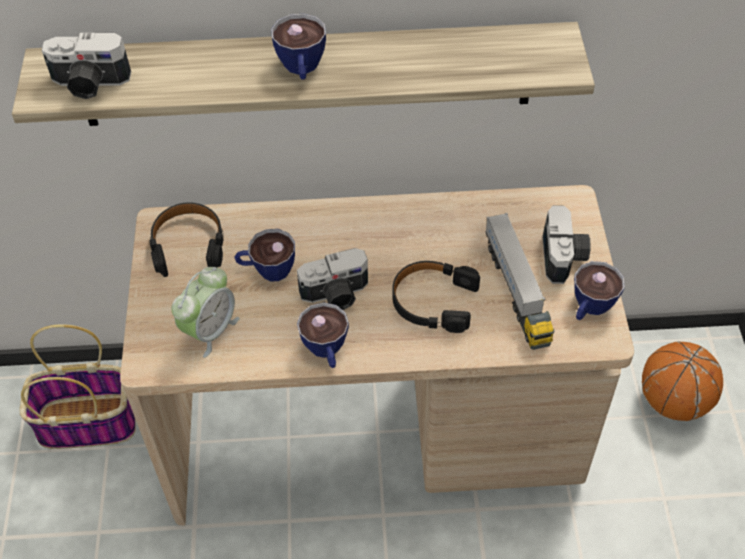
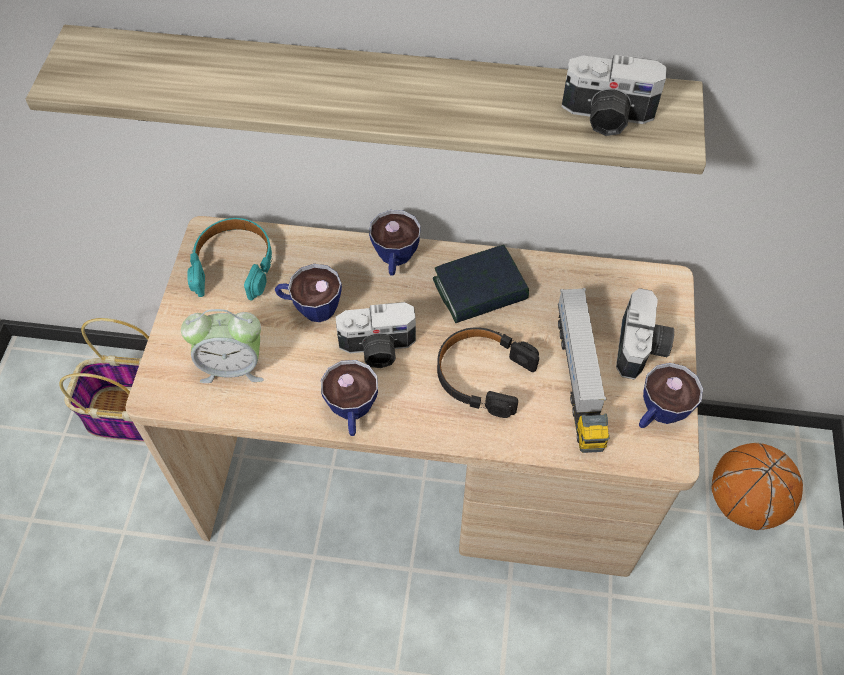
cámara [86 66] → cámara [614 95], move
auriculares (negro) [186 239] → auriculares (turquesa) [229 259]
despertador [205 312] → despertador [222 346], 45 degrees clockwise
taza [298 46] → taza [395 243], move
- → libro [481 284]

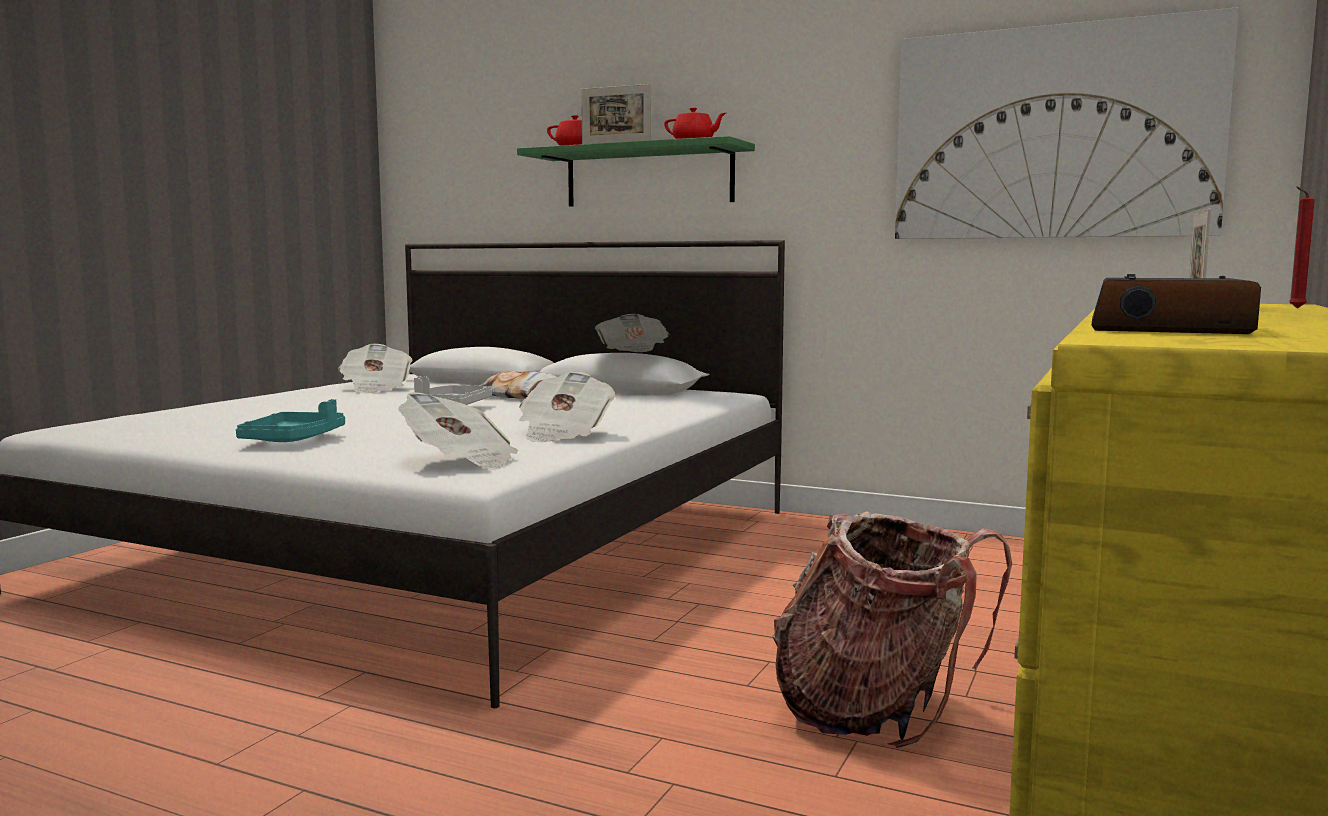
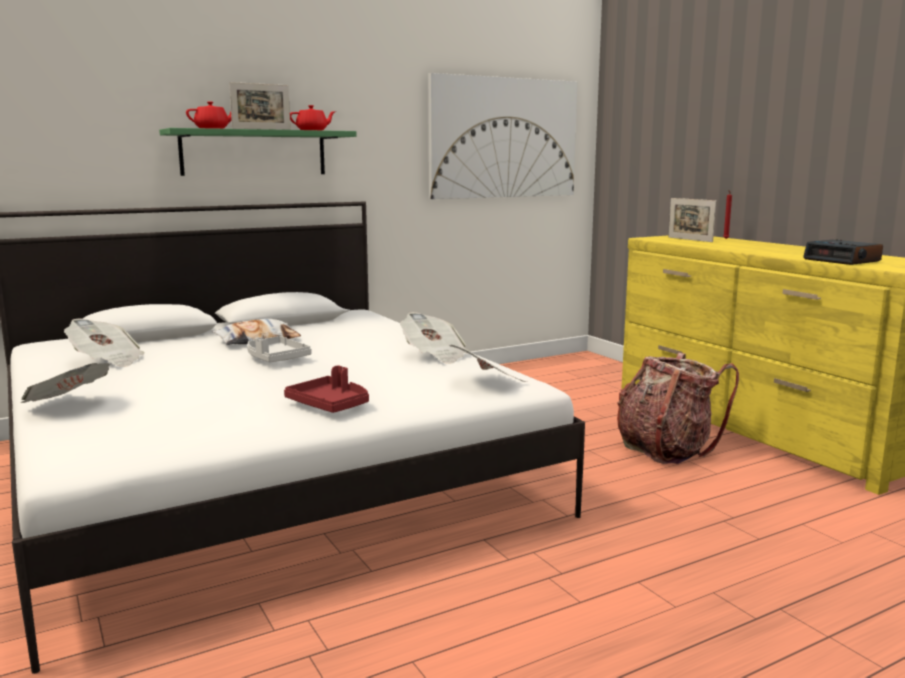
bandeja (turquesa) [290 420] → bandeja (rojo) [326 389]
periódico [632 333] → periódico [65 383], move

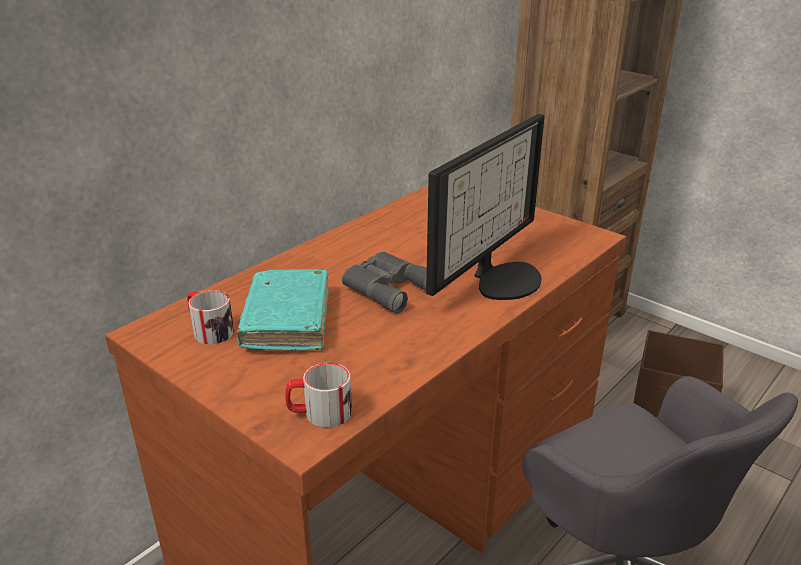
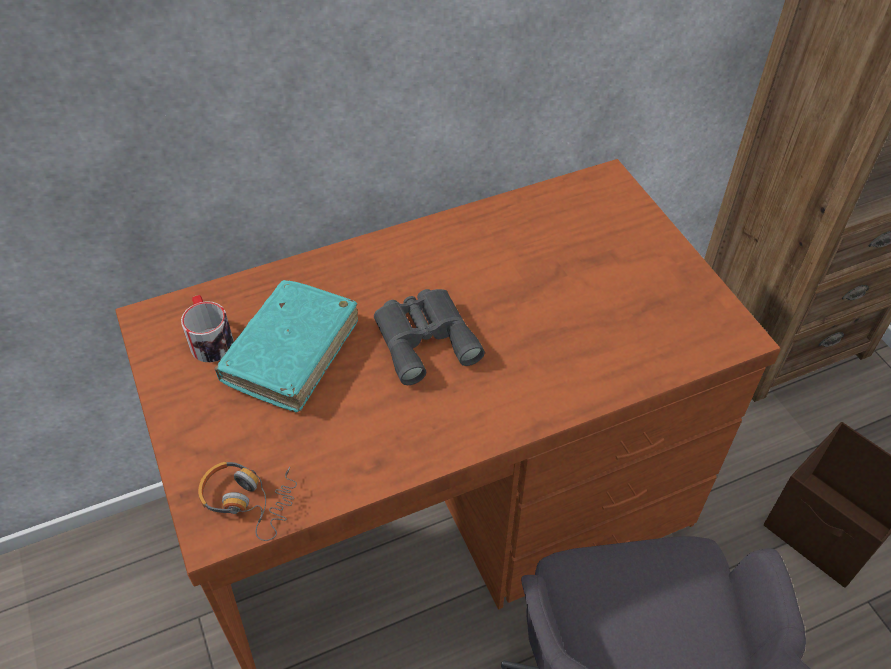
taza grande [318 395] → auriculares [247 501]
monitor [485 207] → -

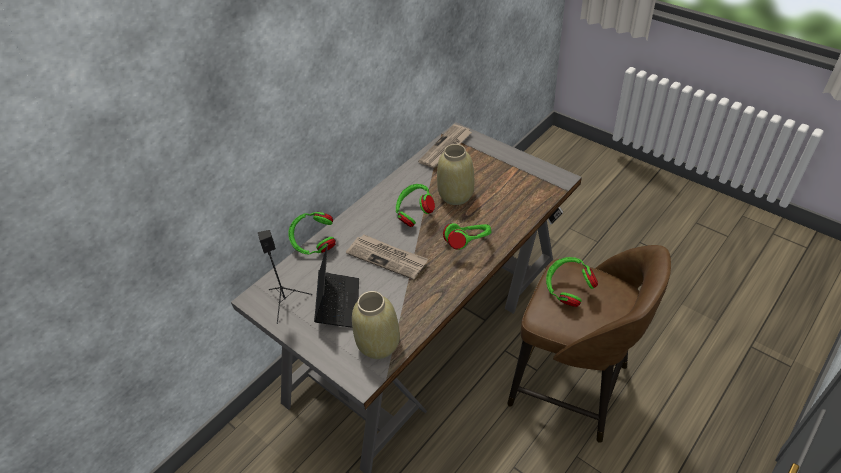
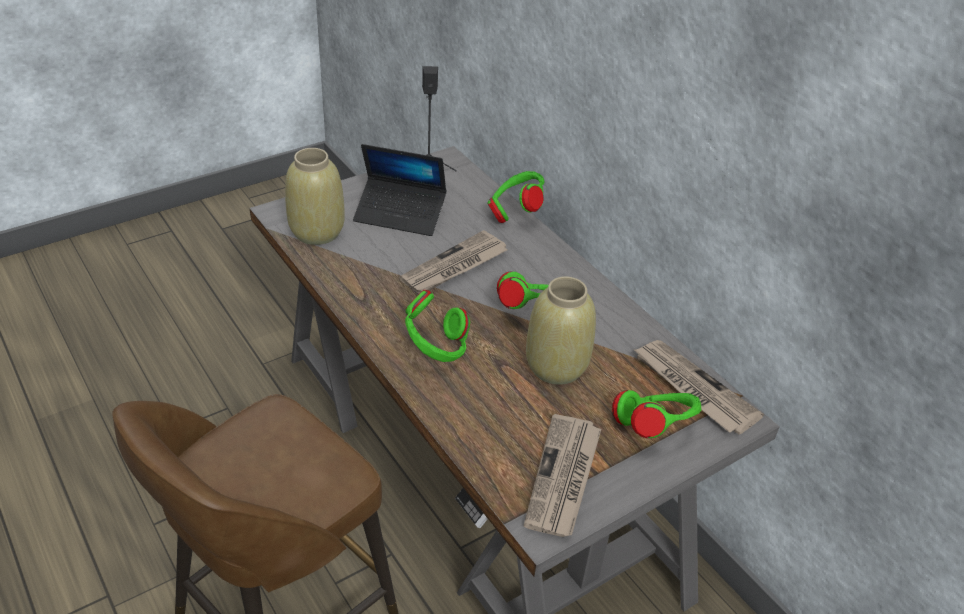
auriculares (verde) [572 282] → auriculares (verde) [657 414], move
- → periódico [562 475]

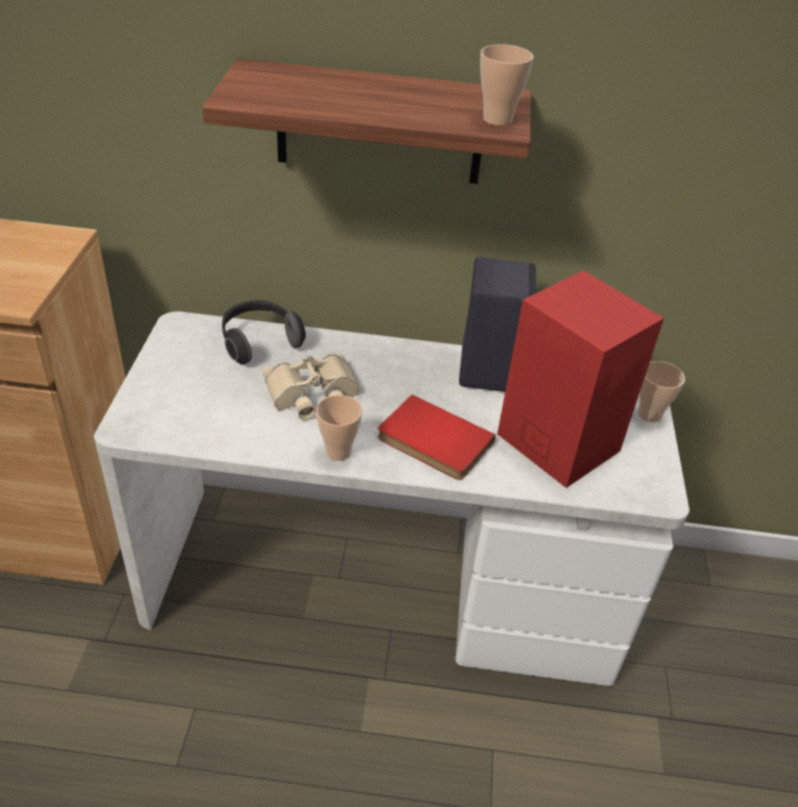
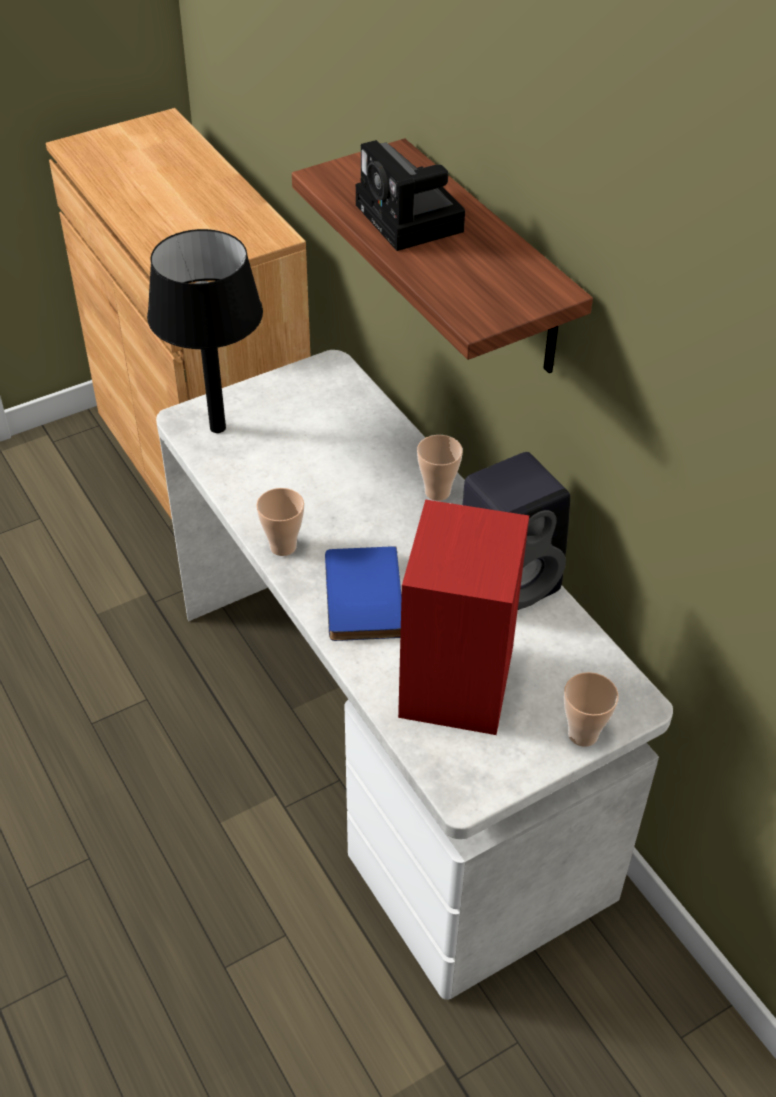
auriculares [264 332] → -
prismáticos (beis) [311 387] → -
libro (rojo) [437 437] → libro (azul) [363 593]
taza [507 85] → taza [440 468], move
- → lámpara de mesa (negro) [205 331]
- → cámara [410 195]

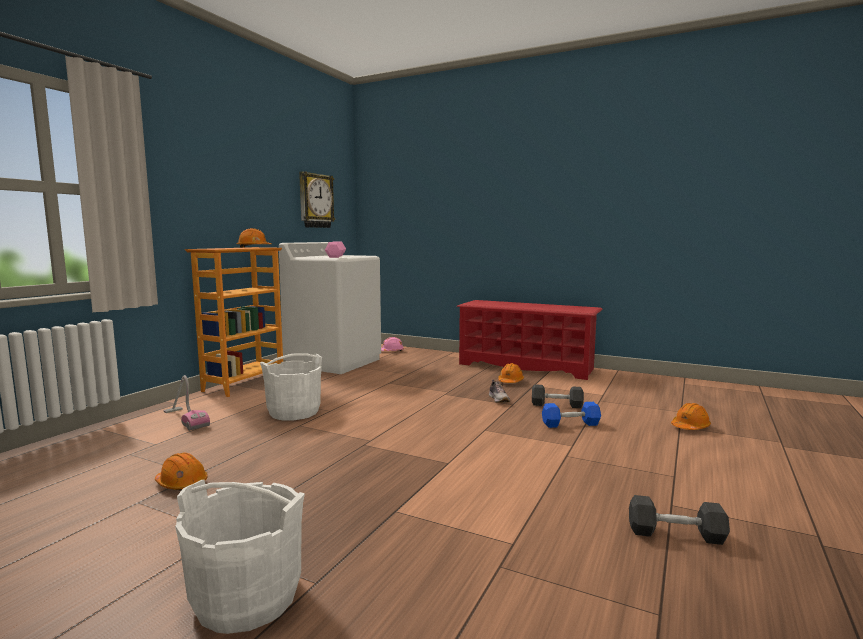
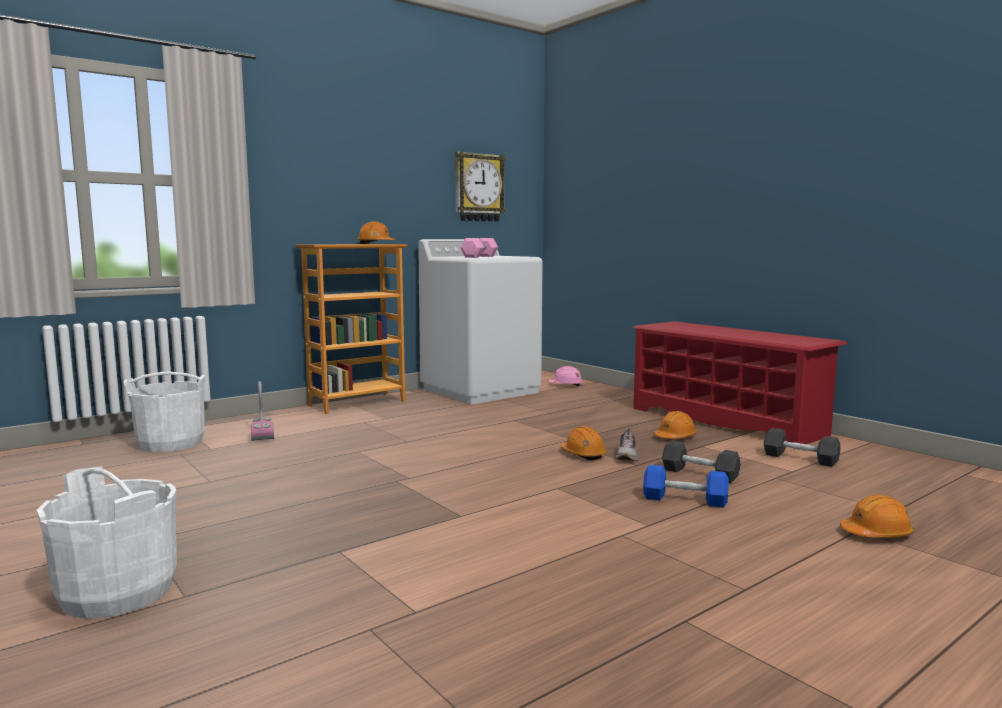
casco (naranja) [181 472] → casco (naranja) [584 443], move
cubo (blanco) [291 386] → cubo (blanco) [164 412], move
mancuerna (gris) [679 520] → mancuerna (gris) [802 447], move

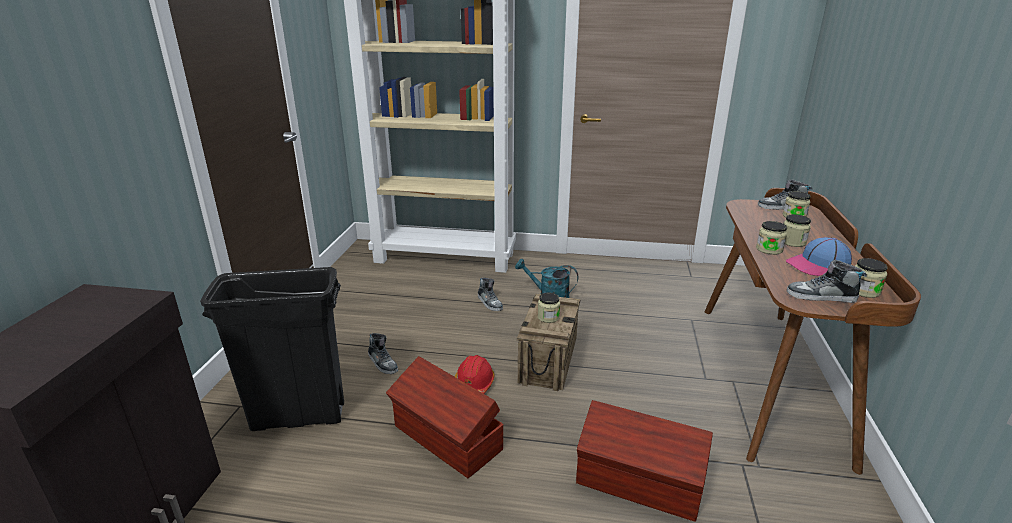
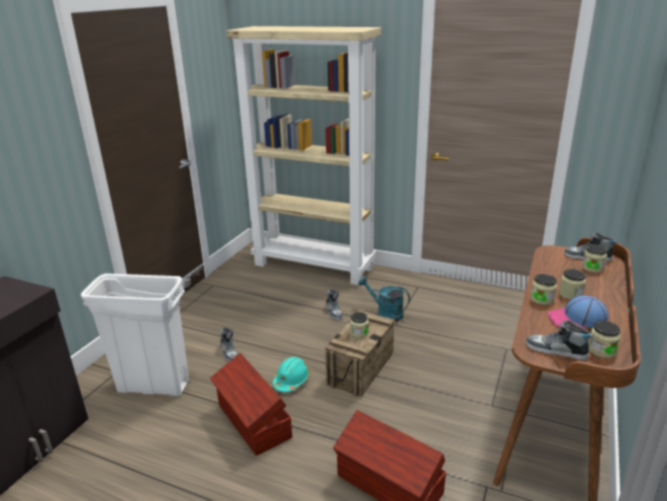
papelera (negro) [272 349] → papelera (blanco) [135 334]
casco (rojo) [475 374] → casco (turquesa) [291 374]

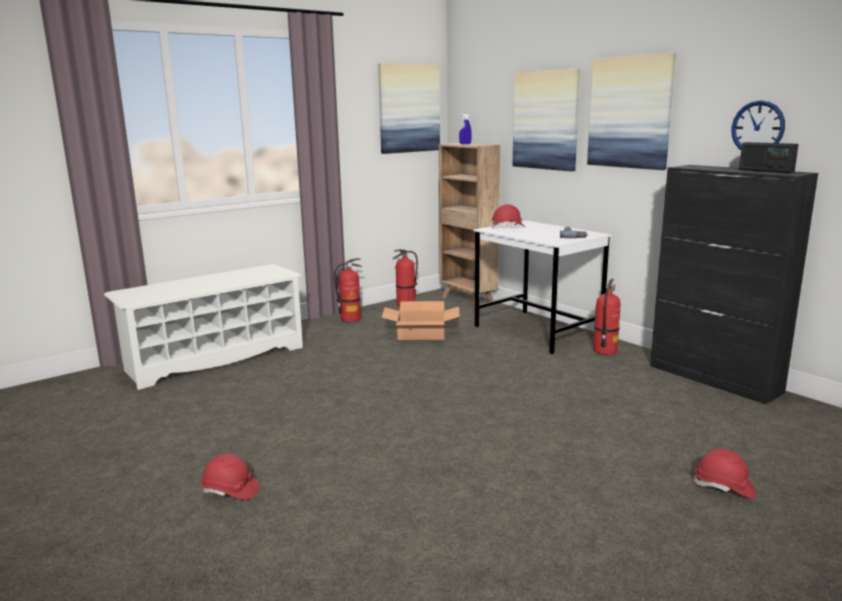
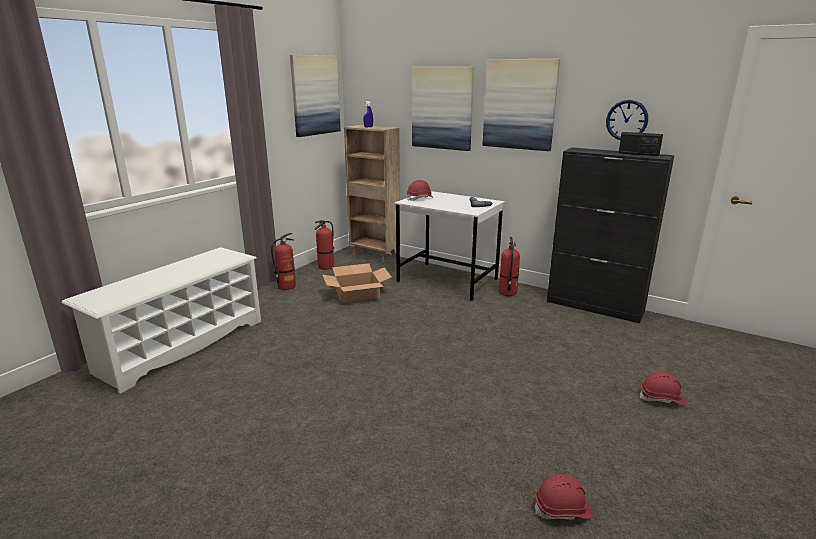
casco (rojo) [230 476] → casco (rojo) [564 497], move

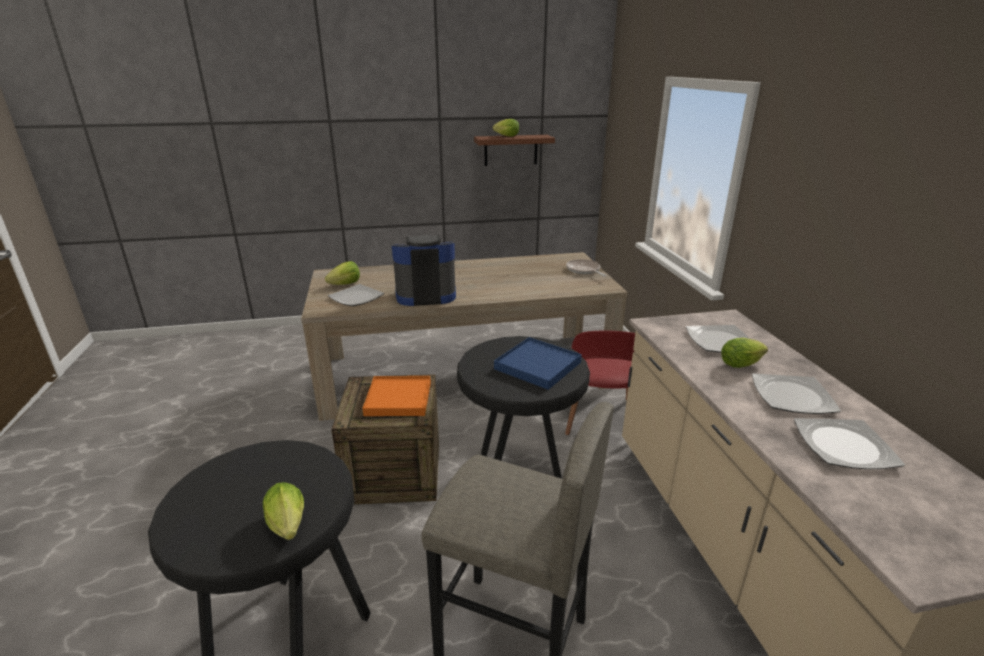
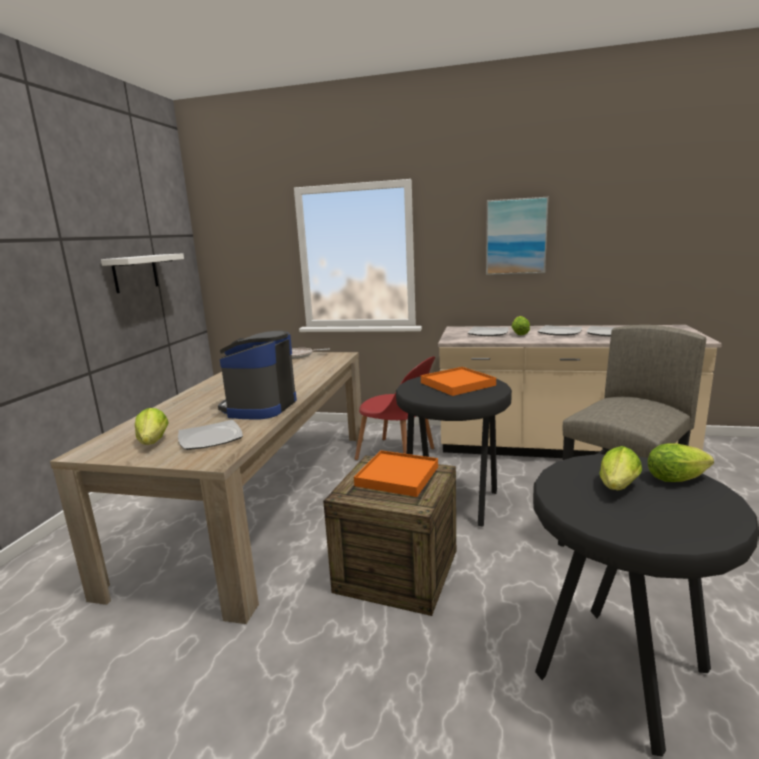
estante (marrón) [514 150] → estante (blanco) [142 273]
lechuga [506 128] → lechuga [621 468], move
bandeja (azul) [538 363] → bandeja (naranja) [458 381]
- → cuadro [517 236]

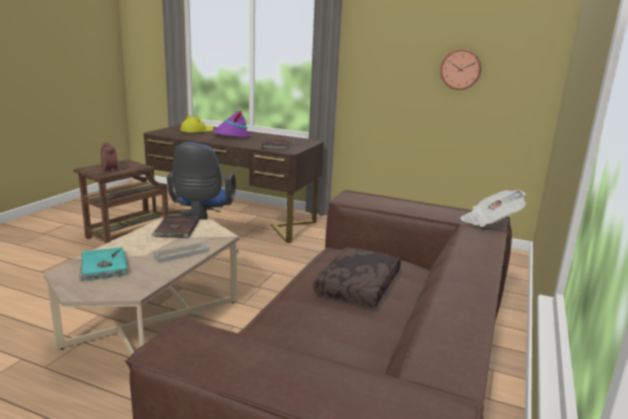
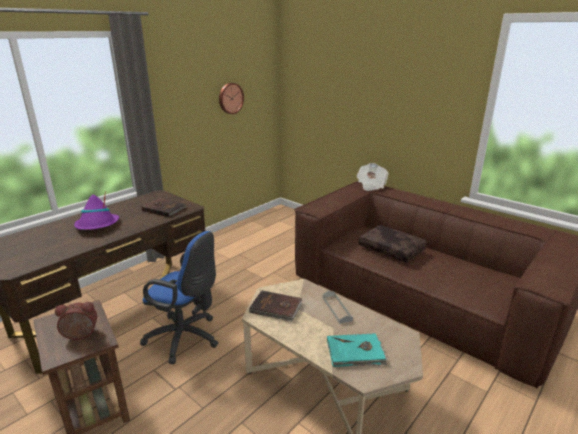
sombrero (amarillo) [197 124] → -

